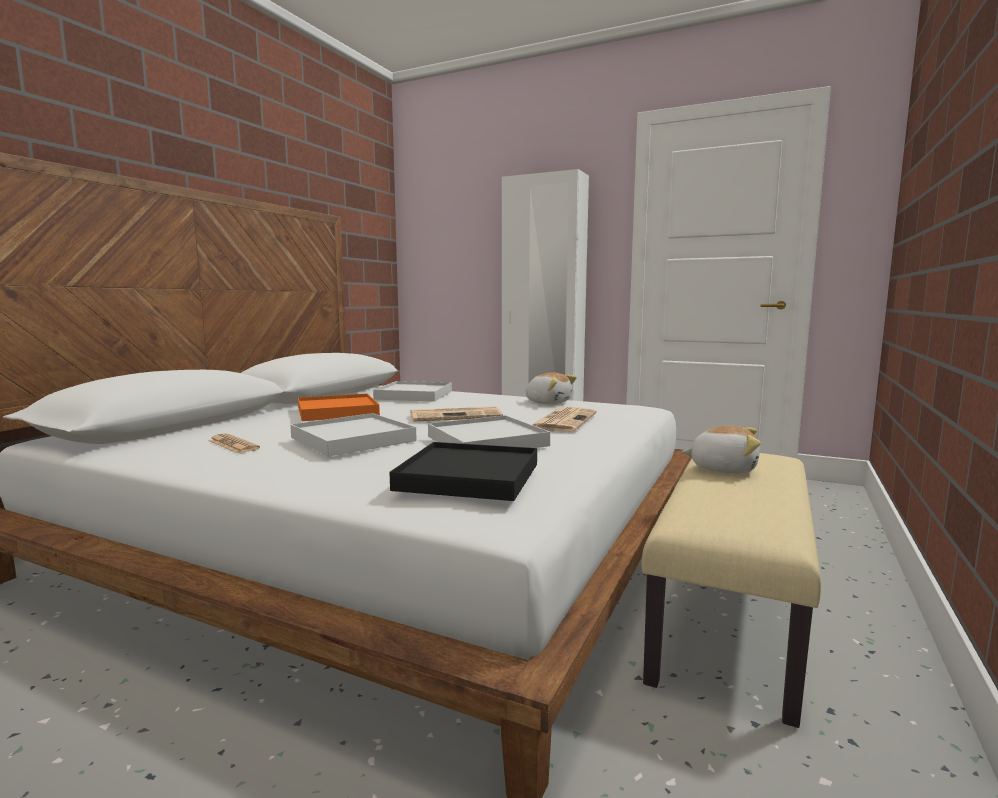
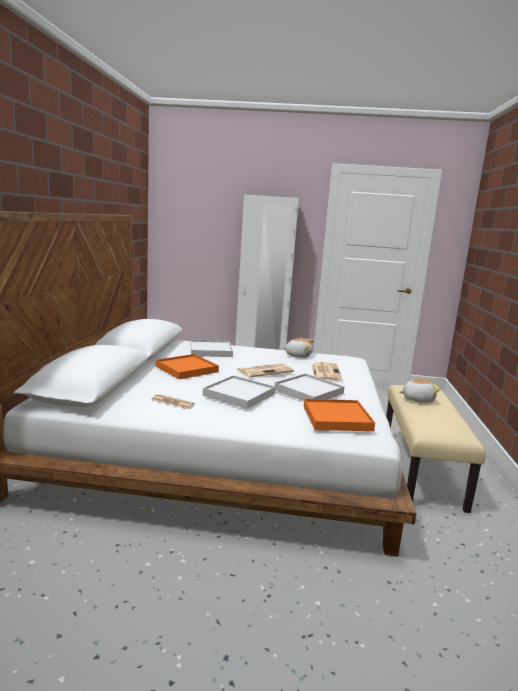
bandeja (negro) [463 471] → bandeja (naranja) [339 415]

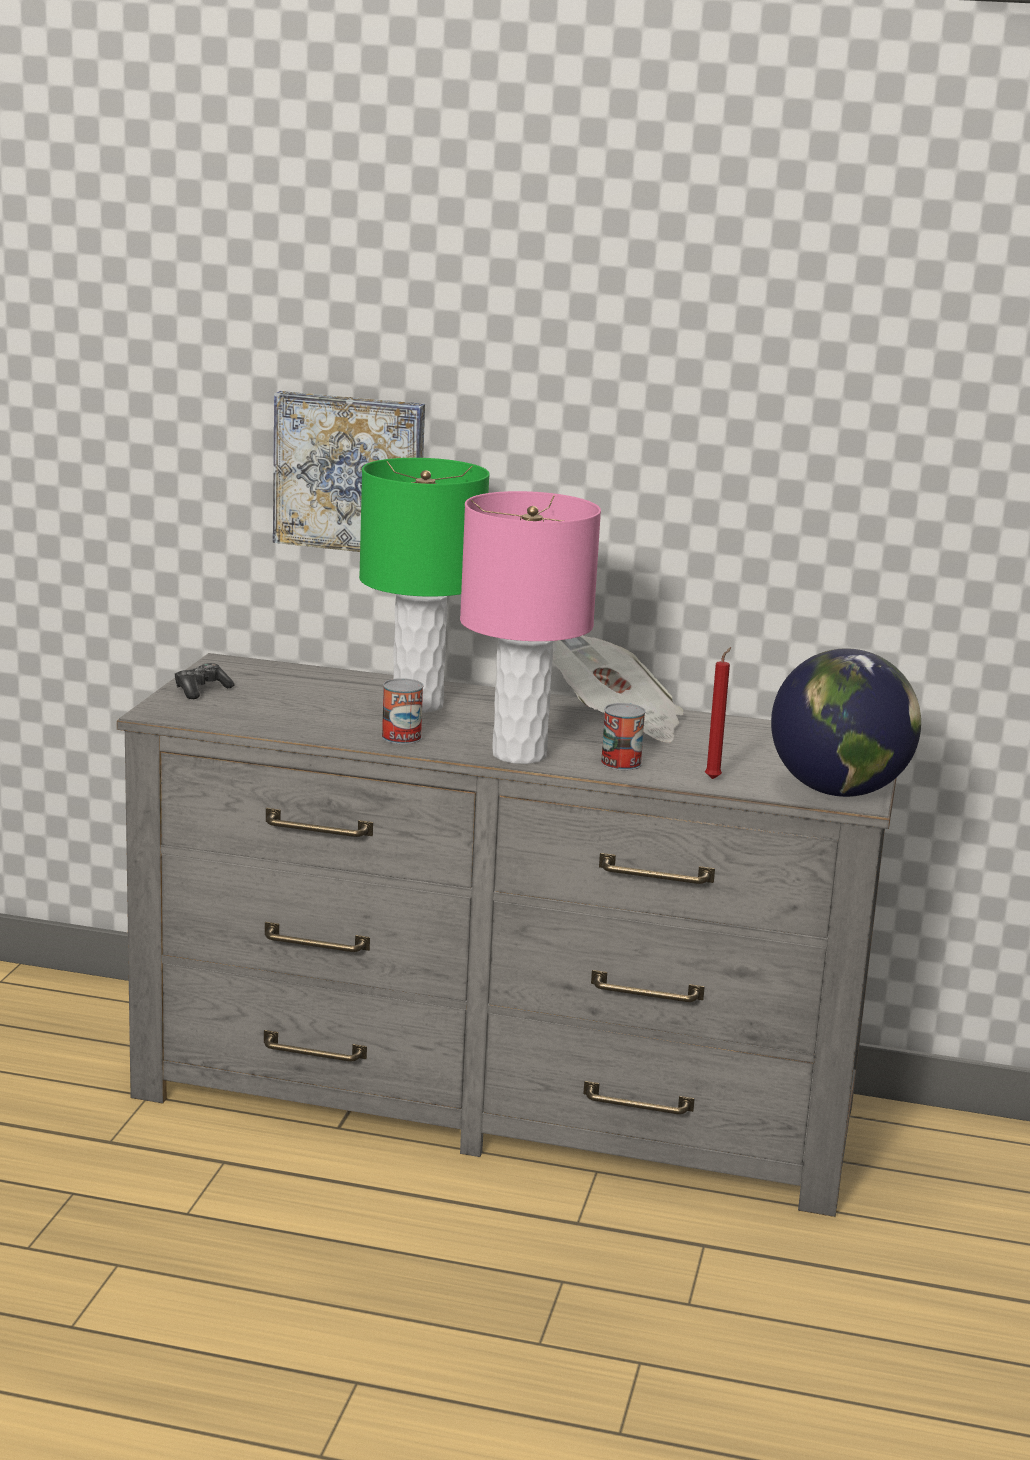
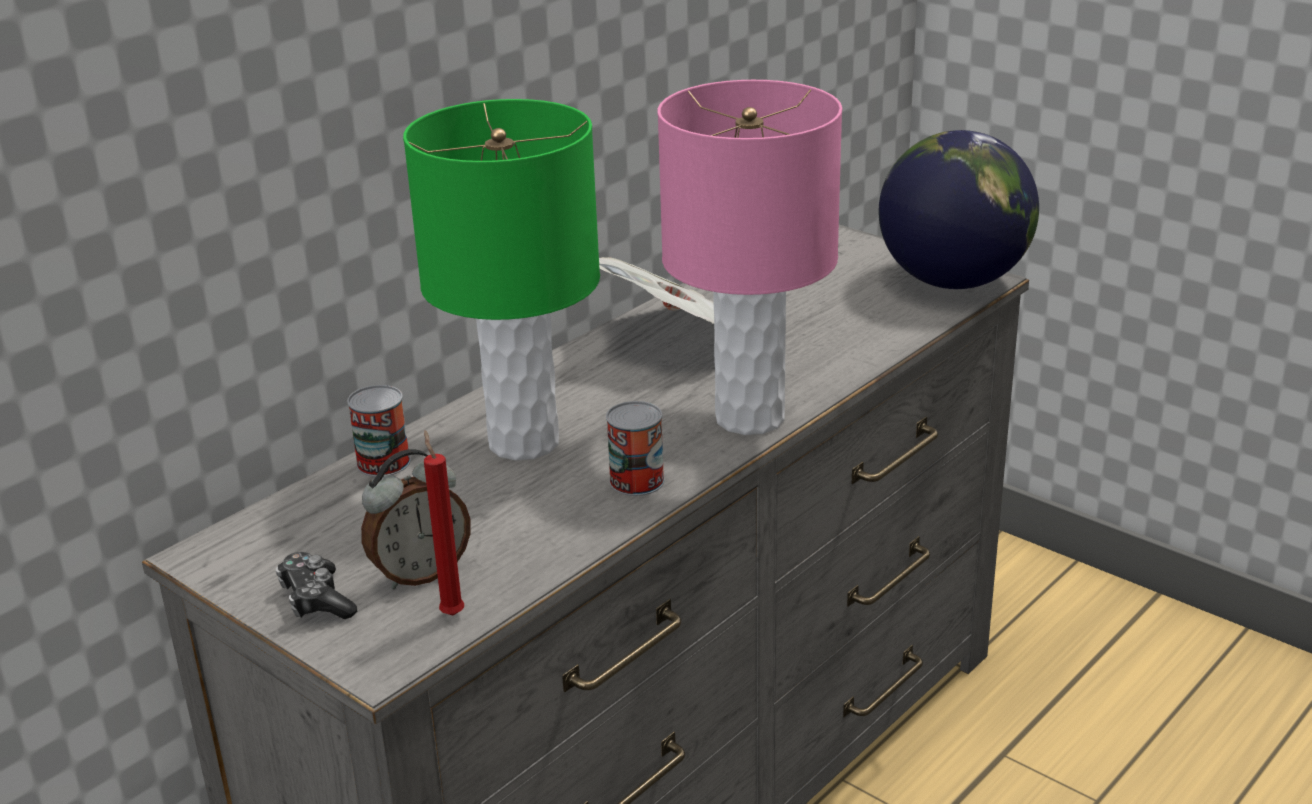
cuadro [349 471] → -
lata [623 737] → lata [379 431], move
vela (rojo) [718 713] → vela (rojo) [444 522], move
- → despertador [416 519]

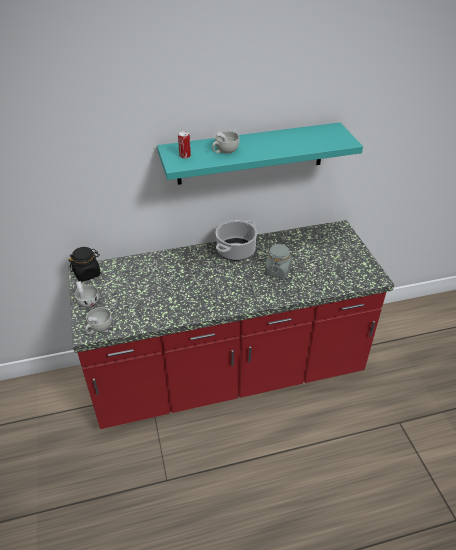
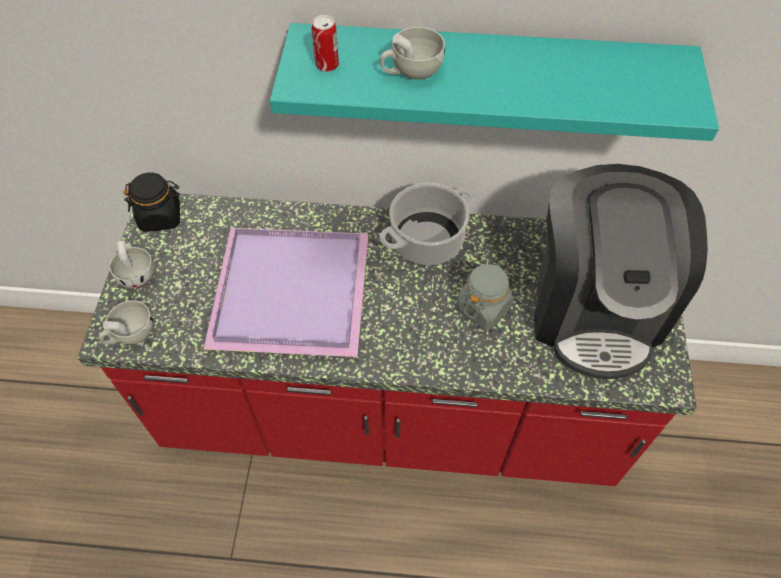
- → bandeja (morado) [286 292]
- → cafetera [621 271]

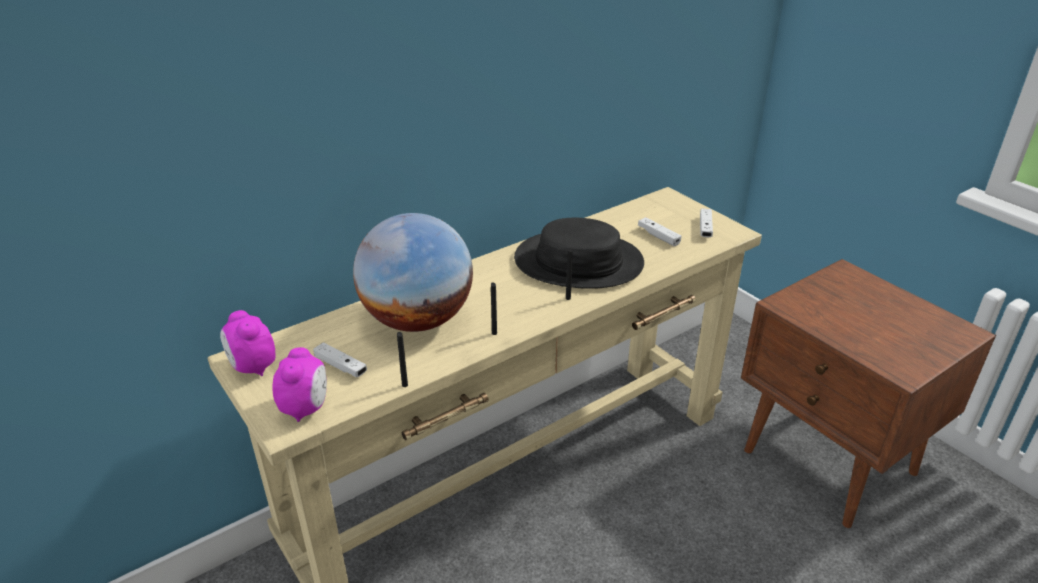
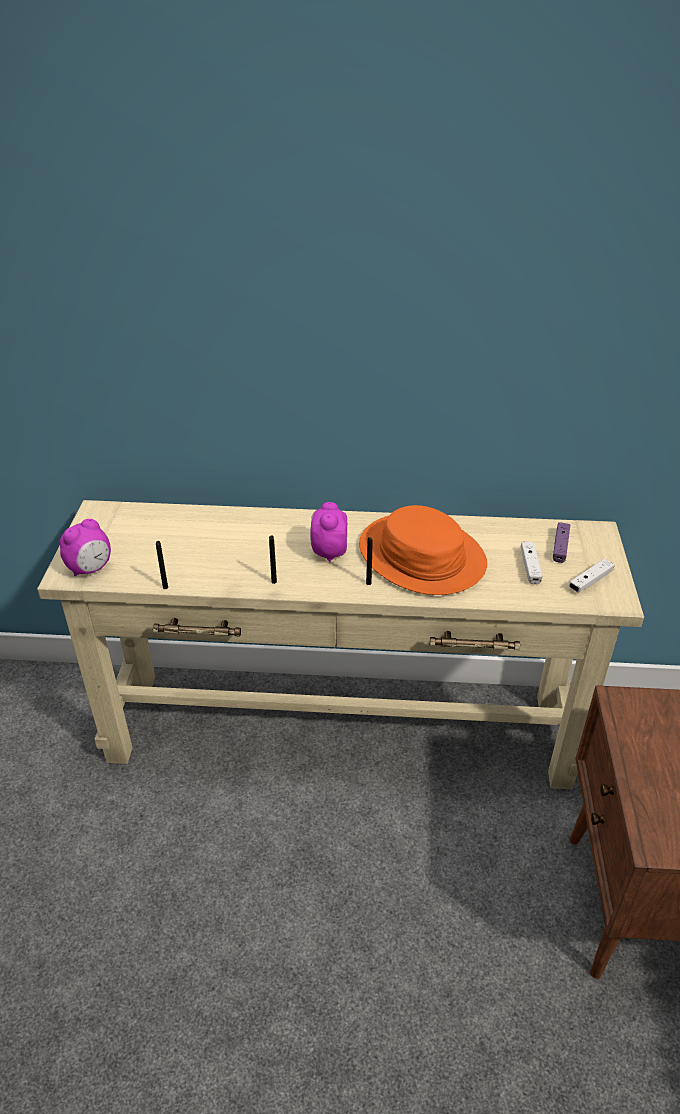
despertador [247 343] → despertador [328 532], move
mando de consola (blanco) [340 359] → -
globo terráqueo [413 272] → -
sombrero (negro) [579 253] → sombrero (naranja) [423 550]
- → mando de consola (morado) [562 542]

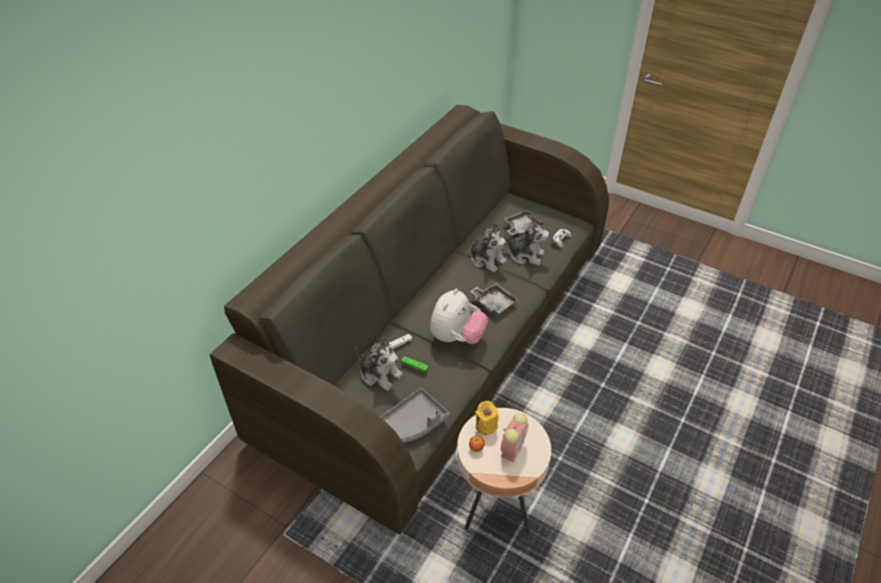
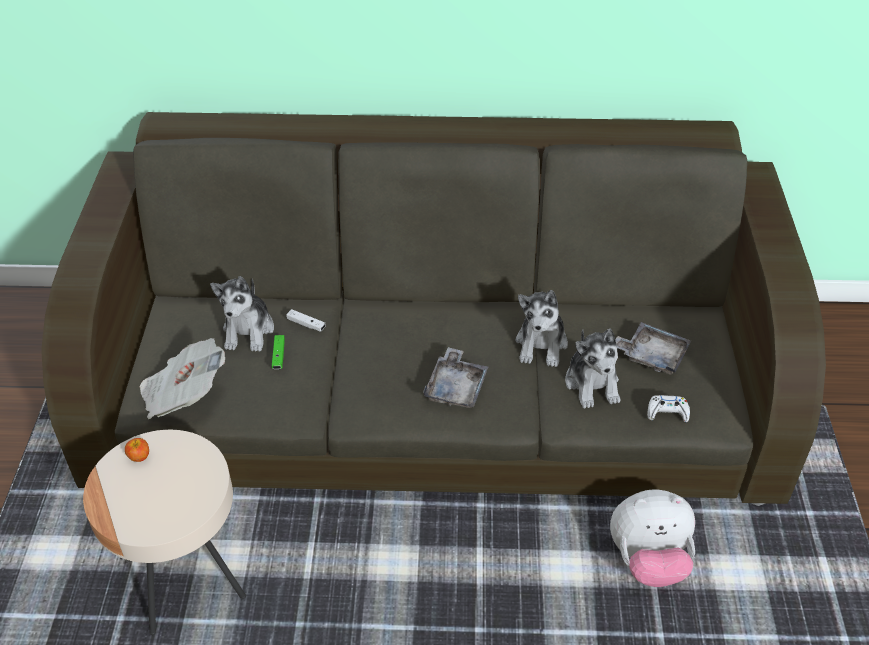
bandeja (gris) [415 415] → periódico [182 378]
peluche [459 316] → peluche [652 538], move
vela (amarillo) [487 418] → -
despertador [514 437] → -

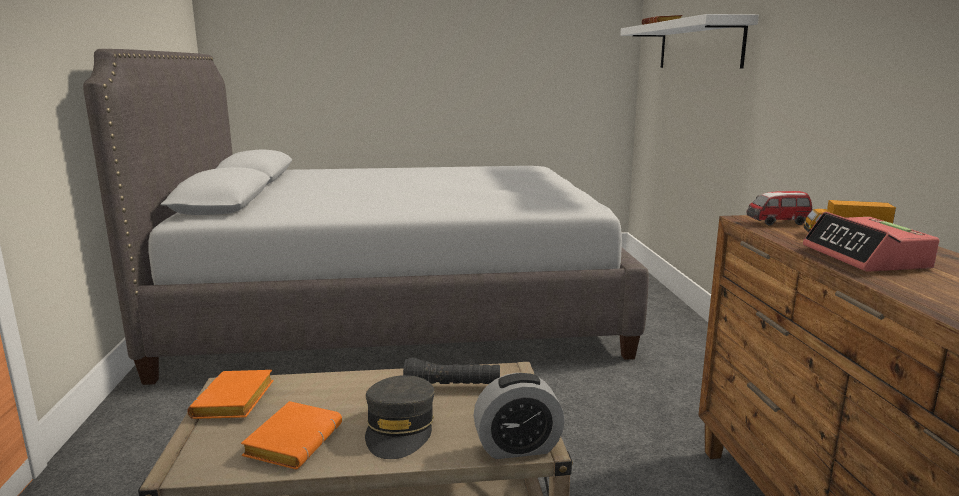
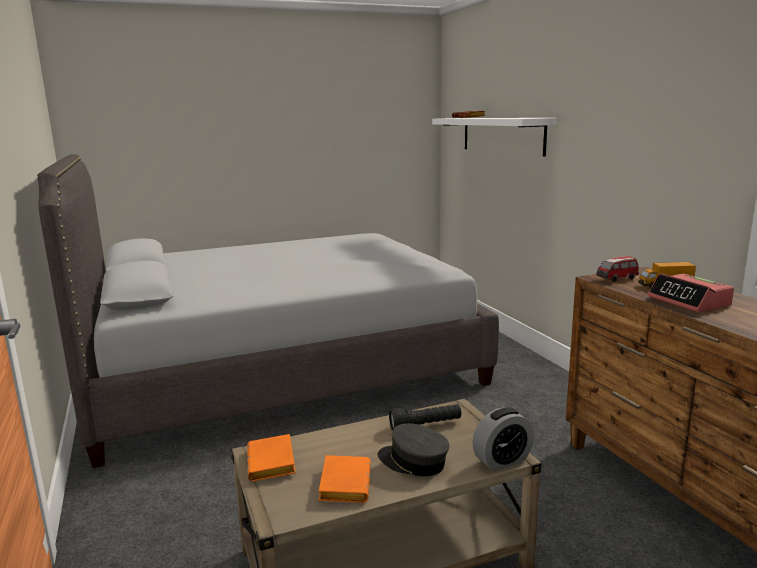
gorra (gris) [400 417] → gorra (gris) [413 449], 135 degrees clockwise

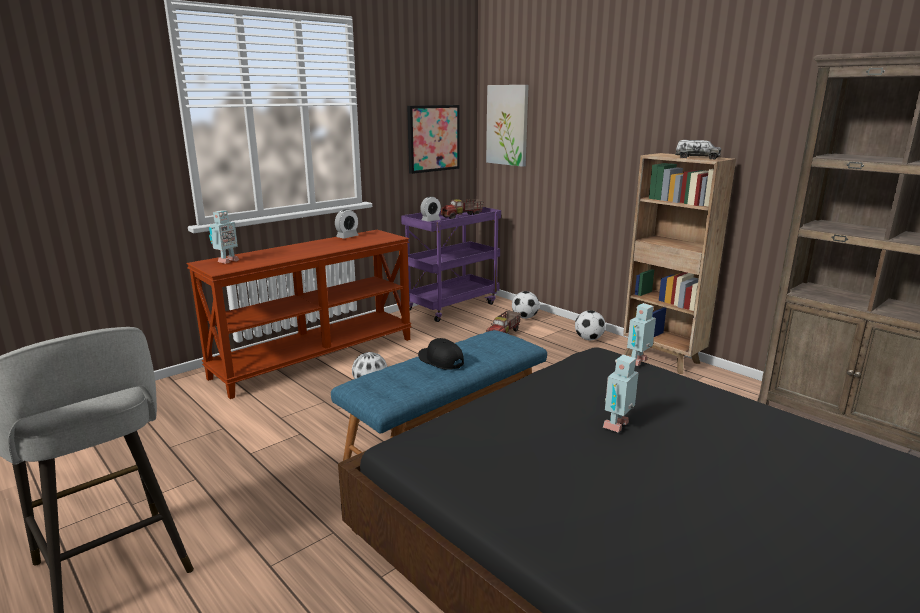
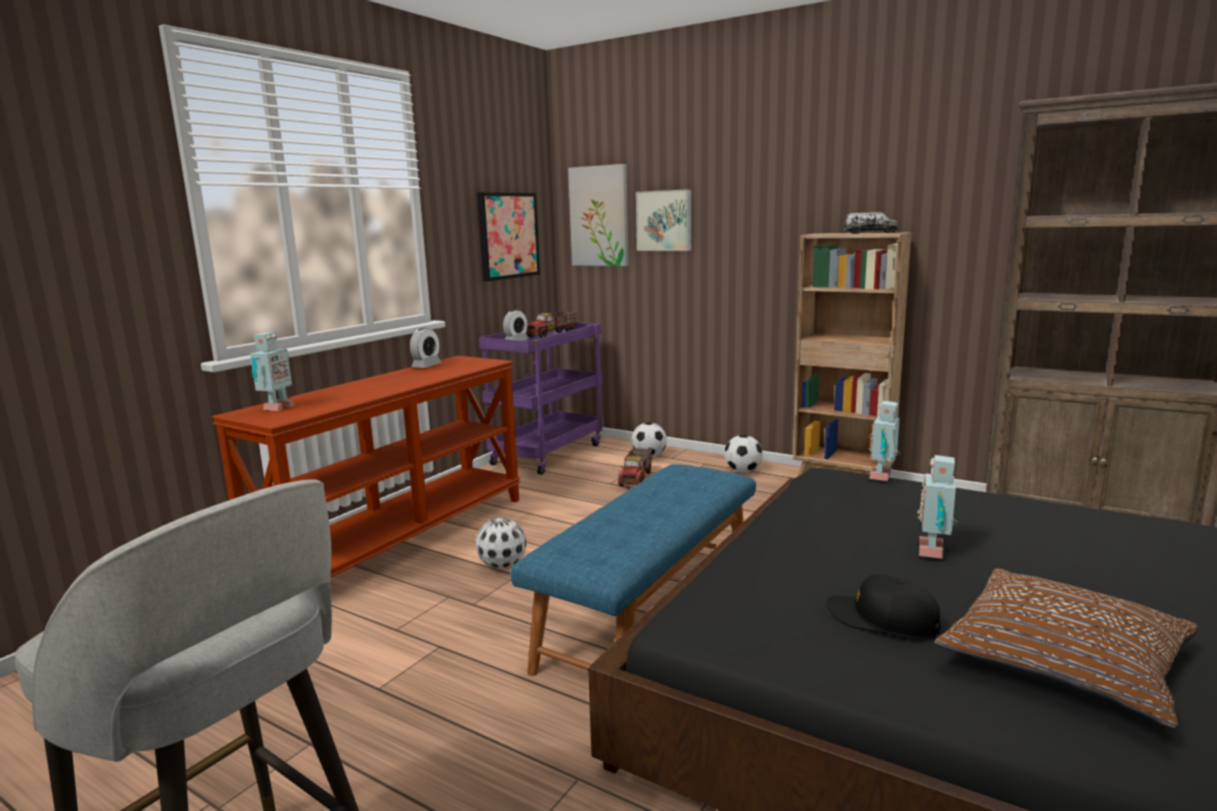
gorra (negro) [441 354] → gorra (negro) [884 606], move
- → cuadro [663 220]
- → cojín (marrón) [1066 648]

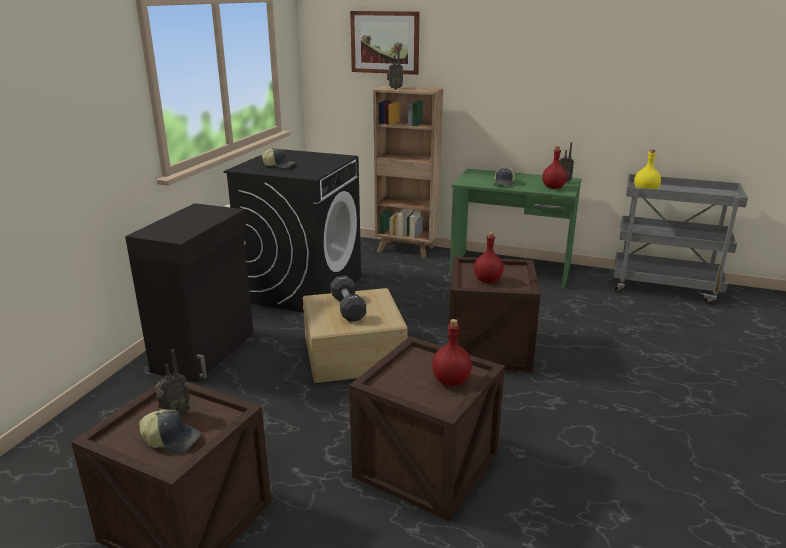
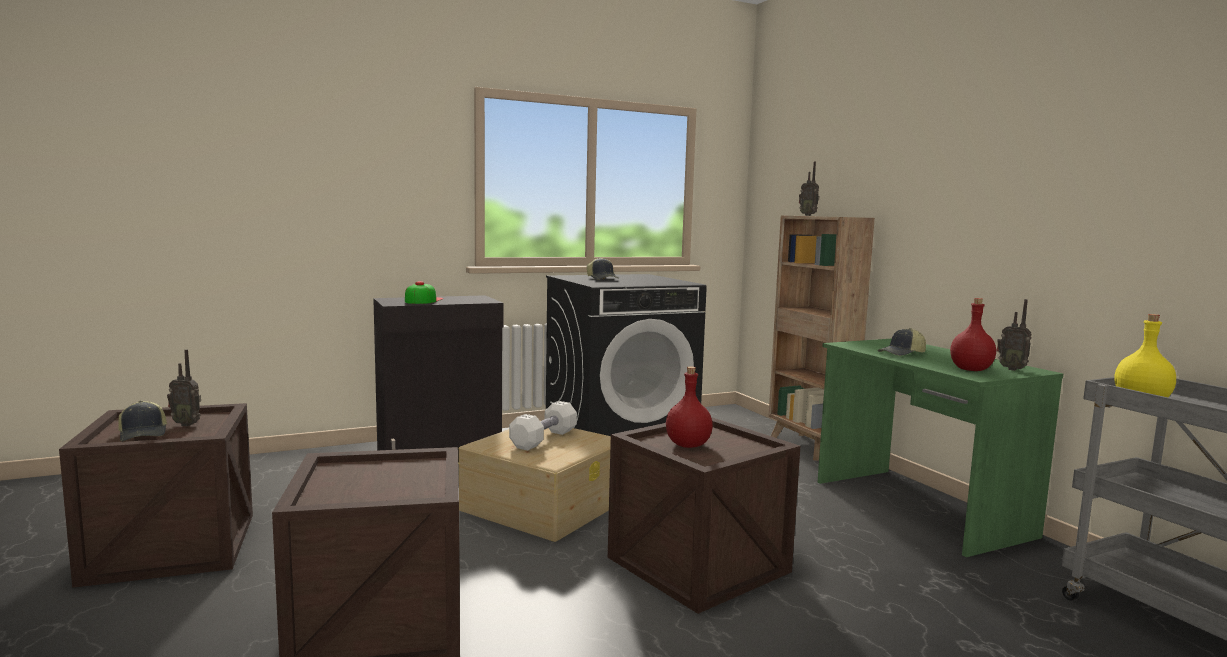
mancuerna (negro) [348 298] → mancuerna (blanco) [543 425]
cuadro [385 43] → -
botella (rojo) [452 352] → -
- → gorra [424 292]

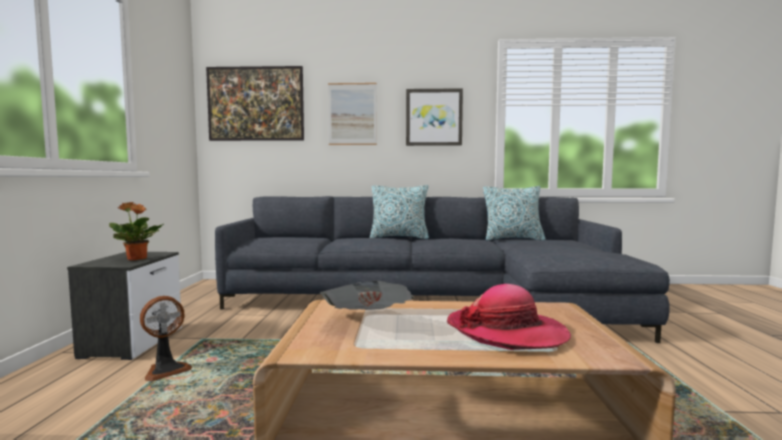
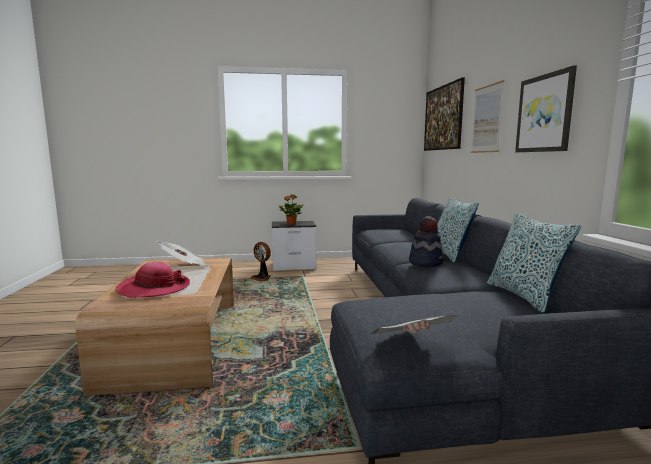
- → periódico [415 324]
- → sombrero [426 241]

